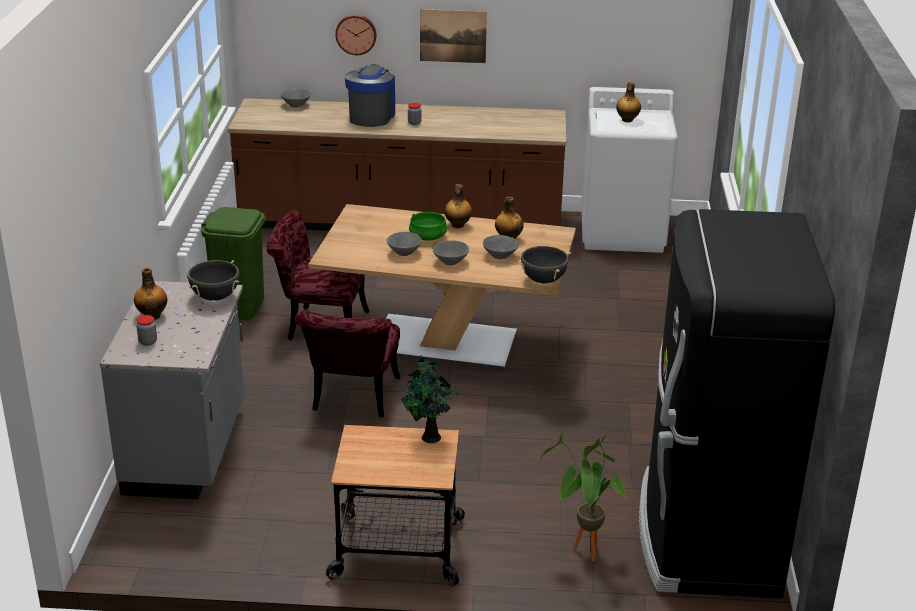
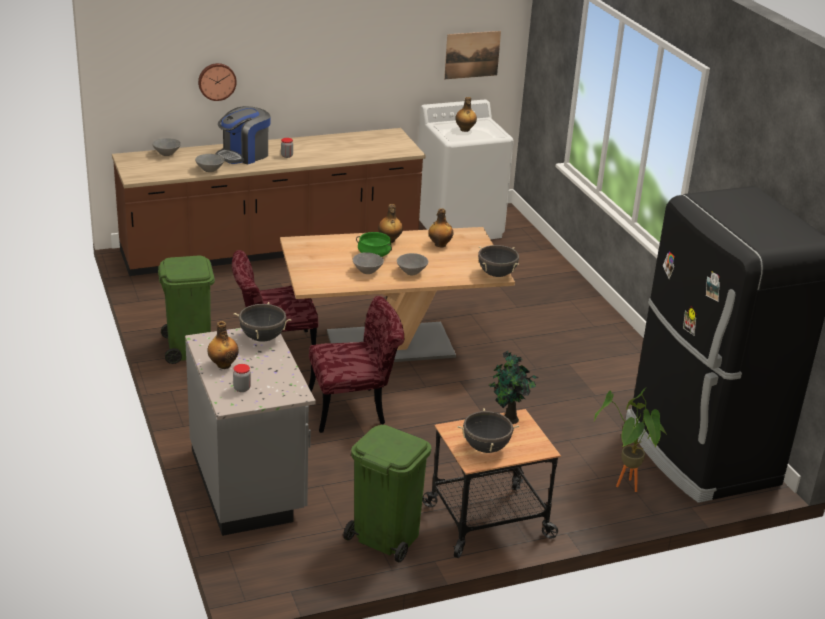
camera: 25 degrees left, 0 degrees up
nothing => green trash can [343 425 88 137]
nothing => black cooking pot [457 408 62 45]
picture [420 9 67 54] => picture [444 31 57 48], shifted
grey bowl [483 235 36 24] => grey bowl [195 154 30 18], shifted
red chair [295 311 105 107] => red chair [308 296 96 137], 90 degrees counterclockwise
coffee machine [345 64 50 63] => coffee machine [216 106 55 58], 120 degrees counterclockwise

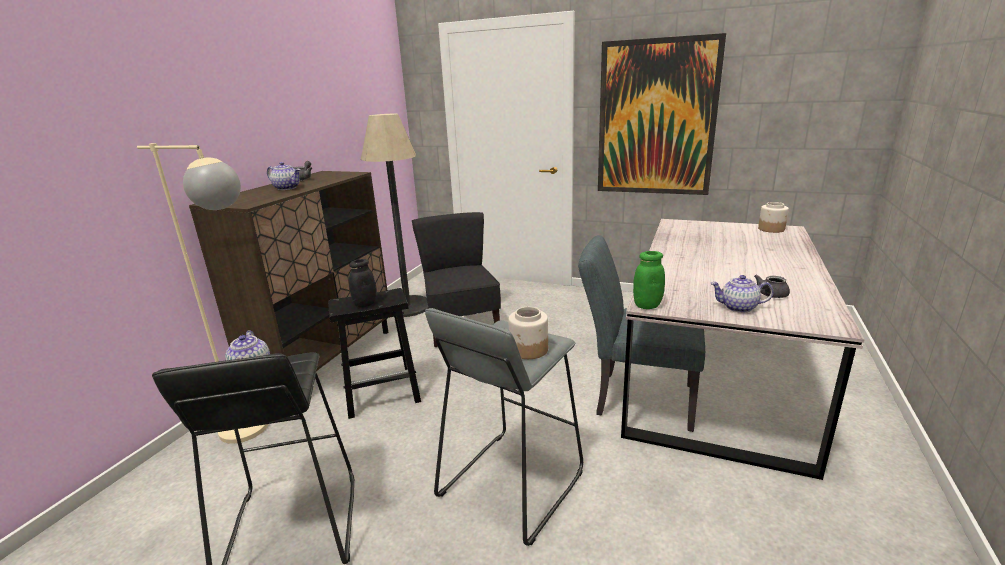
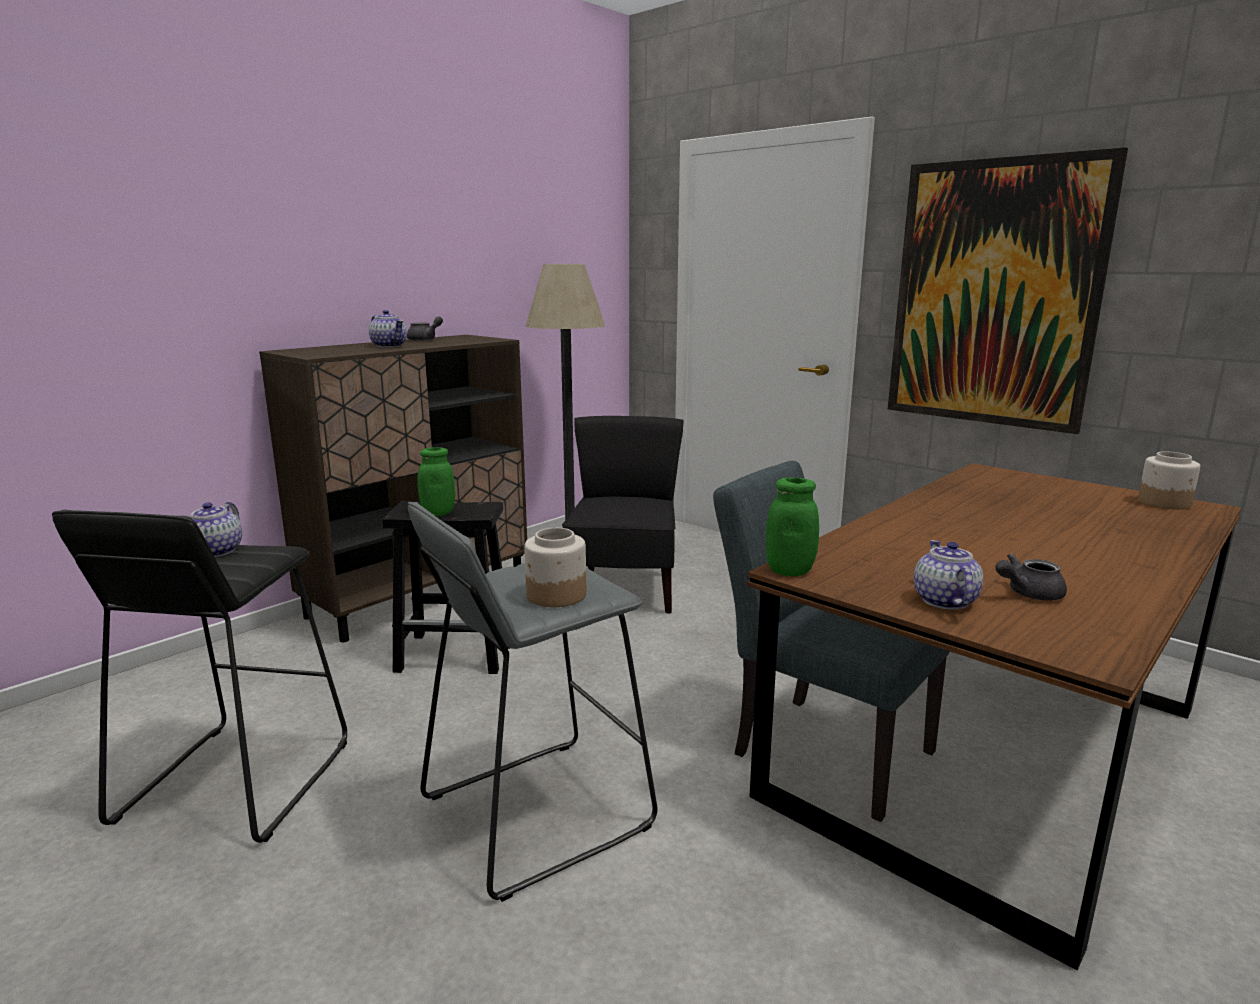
camera: 20 degrees right, 5 degrees down
beige floor lamp [137 143 132 301] => nothing
black jar [349 259 27 48] => green jar [417 447 38 69]
grey dining table [621 219 244 261] => brown dining table [747 463 494 507]
teapot [711 275 63 38] => teapot [914 540 69 70], 60 degrees clockwise

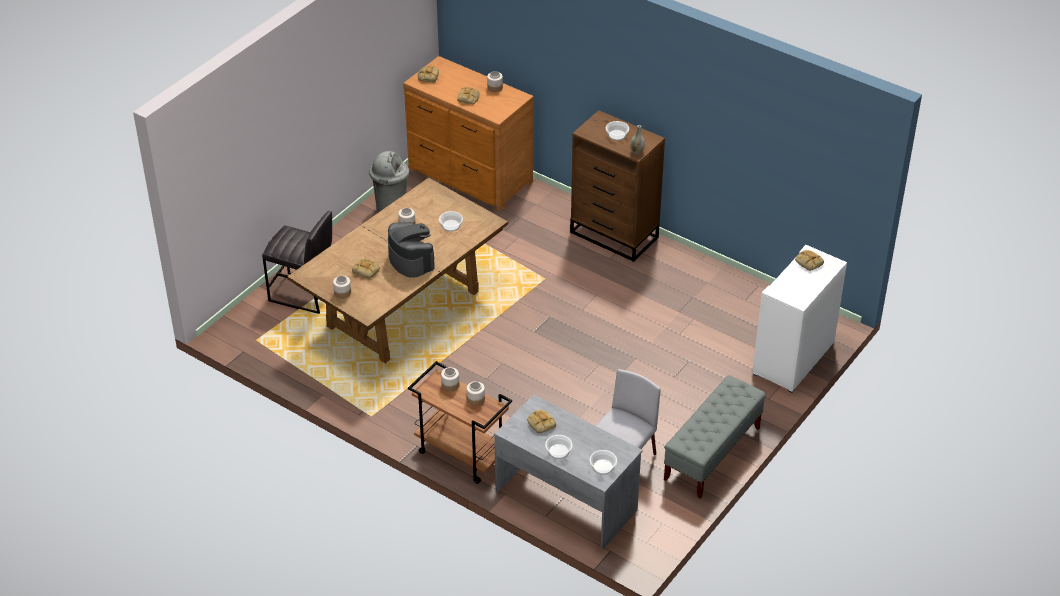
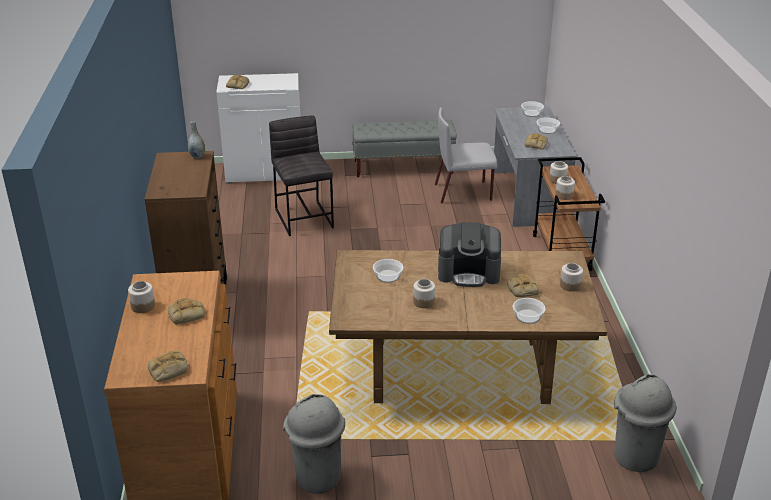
camera: 130 degrees left, 10 degrees down
nothing => grey trash can [614 374 62 98]
grey stool [262 211 70 103] => grey stool [269 115 65 121], shifted
bowl [606 121 23 20] => bowl [513 298 33 26], shifted
coffee machine [388 222 47 56] => coffee machine [438 222 63 65], 105 degrees counterclockwise

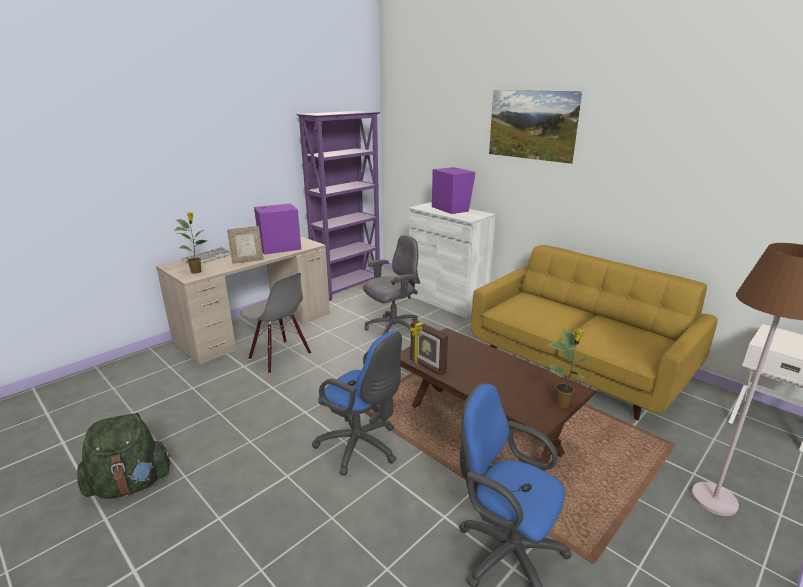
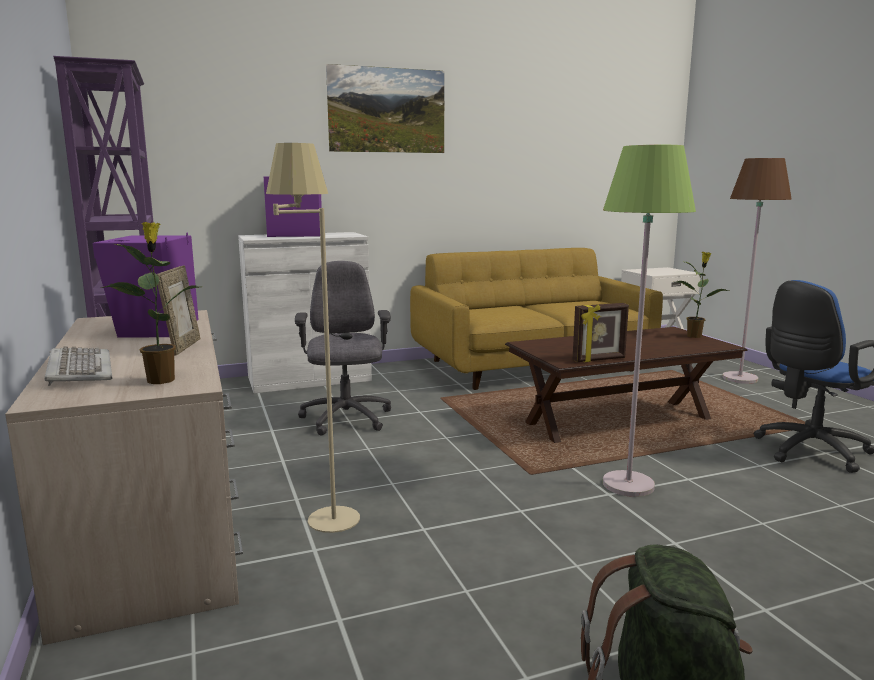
camera: 65 degrees left, 10 degrees down
grey chair [240 273 71 101] => beige floor lamp [266 143 94 390]
blue office chair [312 331 90 145] => green floor lamp [603 145 93 352]

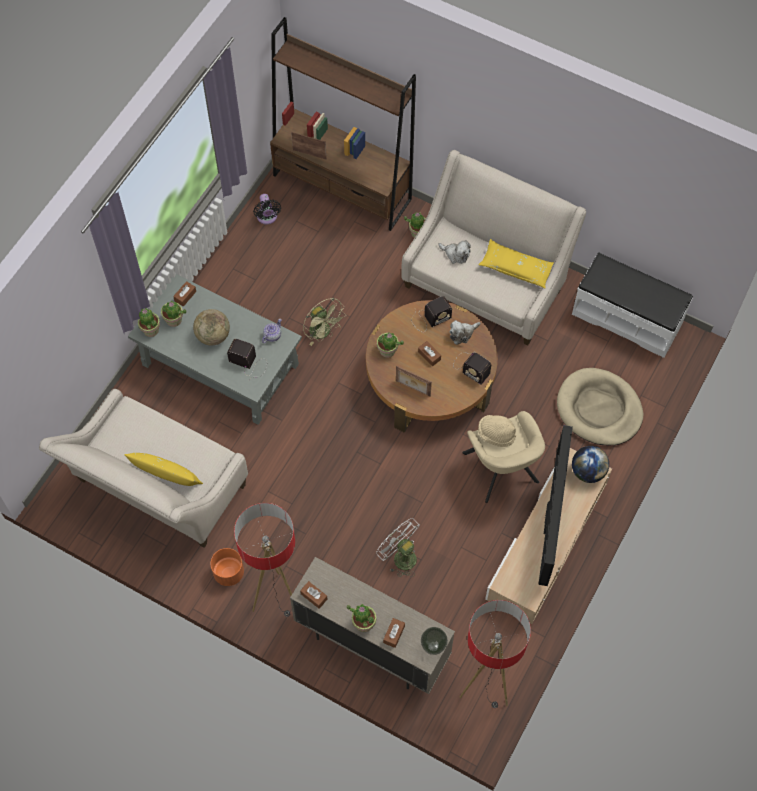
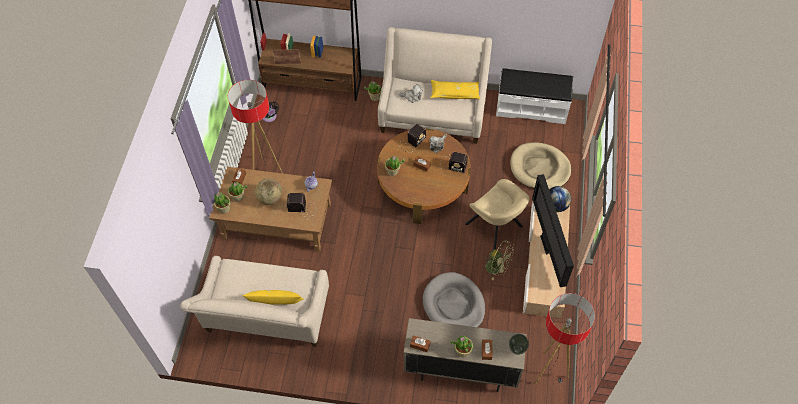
camera: 20 degrees left, 5 degrees down
orange planter [210 548 34 38] => nothing
picture frame [396 366 36 30] => nothing
beige hat [478 415 38 32] => nothing
floor lamp [234 503 61 114] => floor lamp [228 80 54 93], shifted
green fan [303 298 43 48] => green fan [485 240 29 41], shifted
white fan [376 518 44 59] => grey dog bed [423 272 62 55]
grey coffee table [128 274 174 151] => brown coffee table [209 167 123 85]

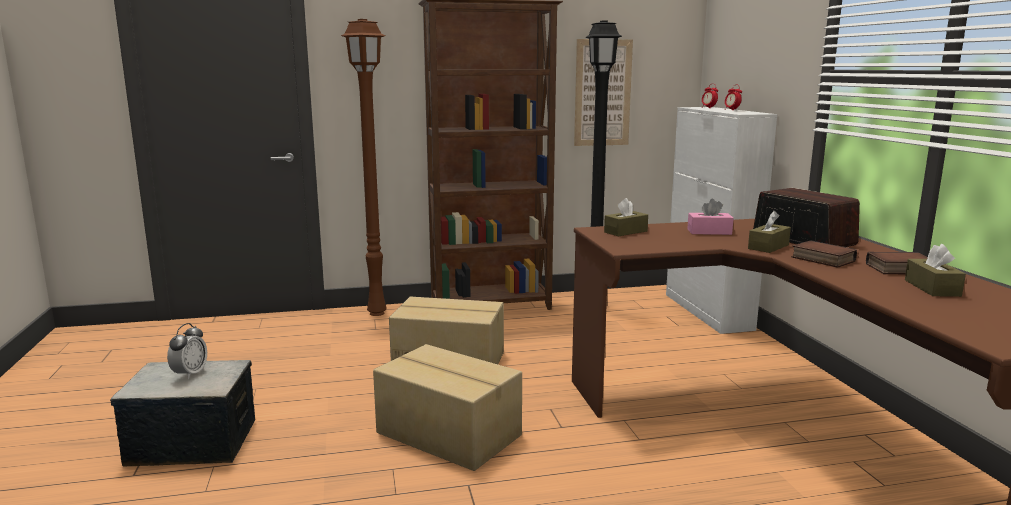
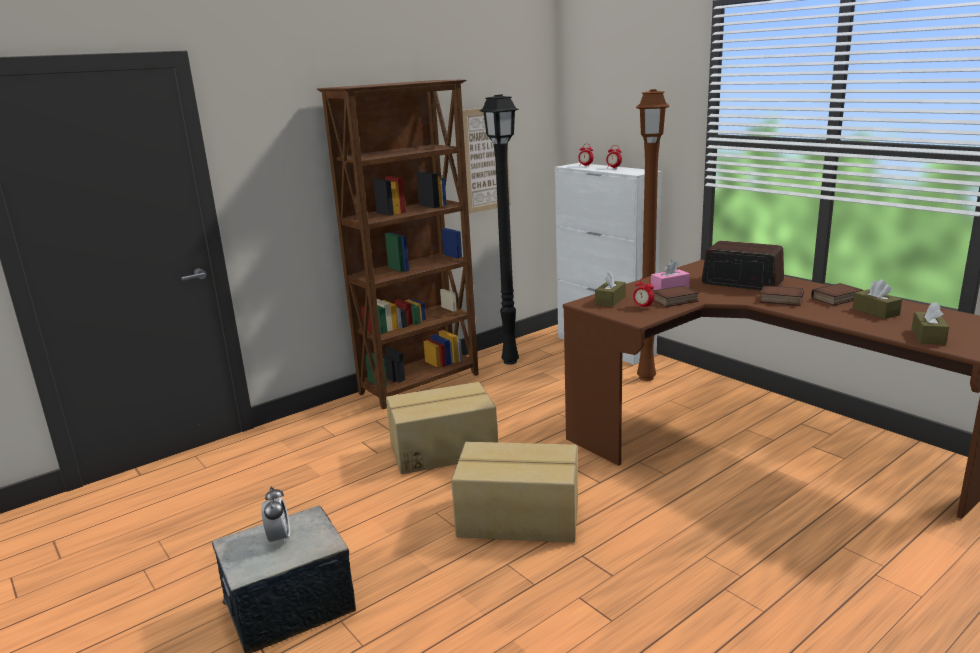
camera: 25 degrees left, 5 degrees up
nothing => alarm clock [633 278 21 32]
nothing => book [653 286 46 21]
brown floor lamp [341 19 46 297] => brown floor lamp [636 89 33 292], shifted
brown tissue box [748 211 43 42] => brown tissue box [912 302 37 43], shifted

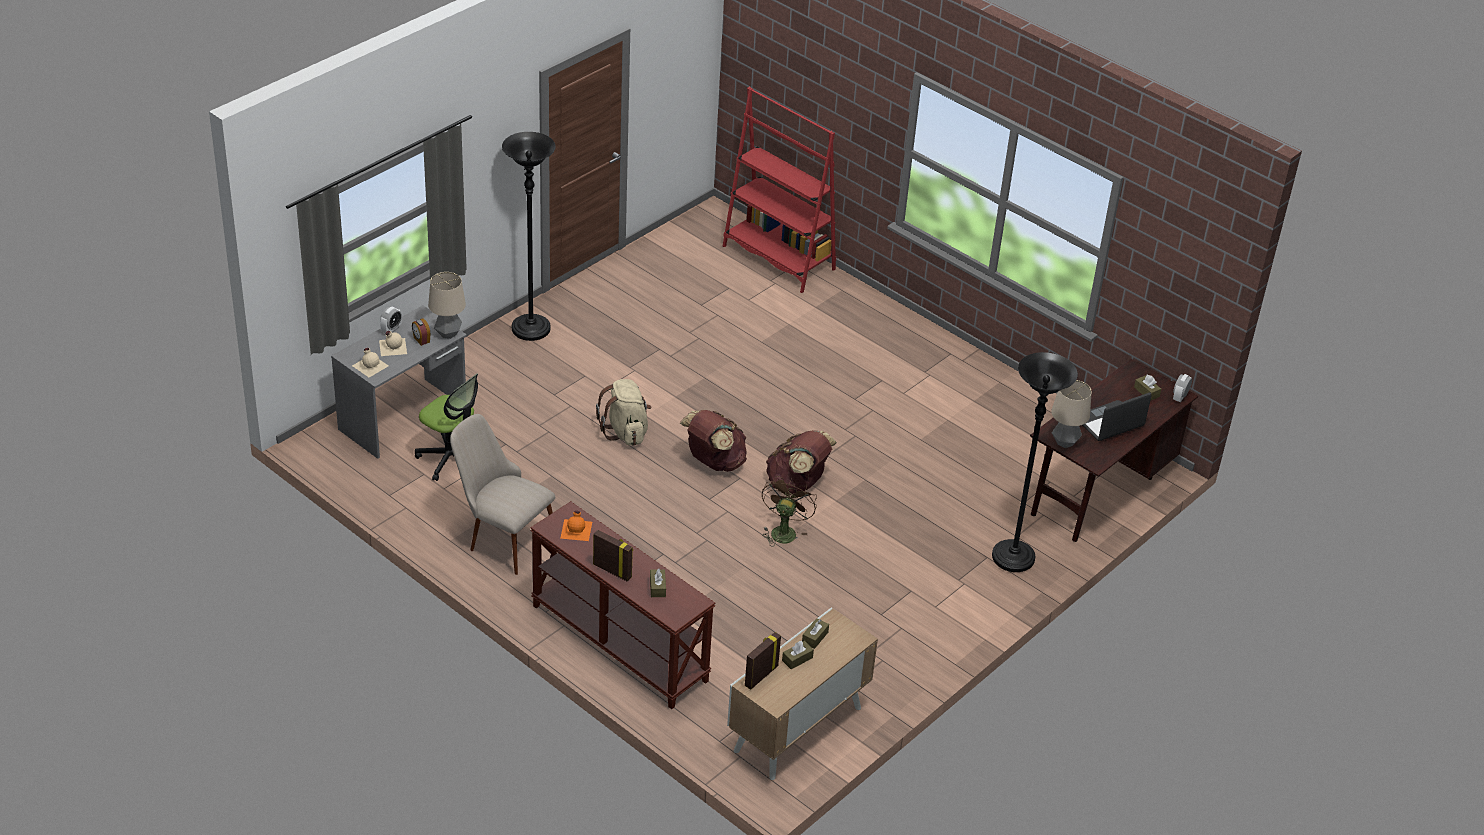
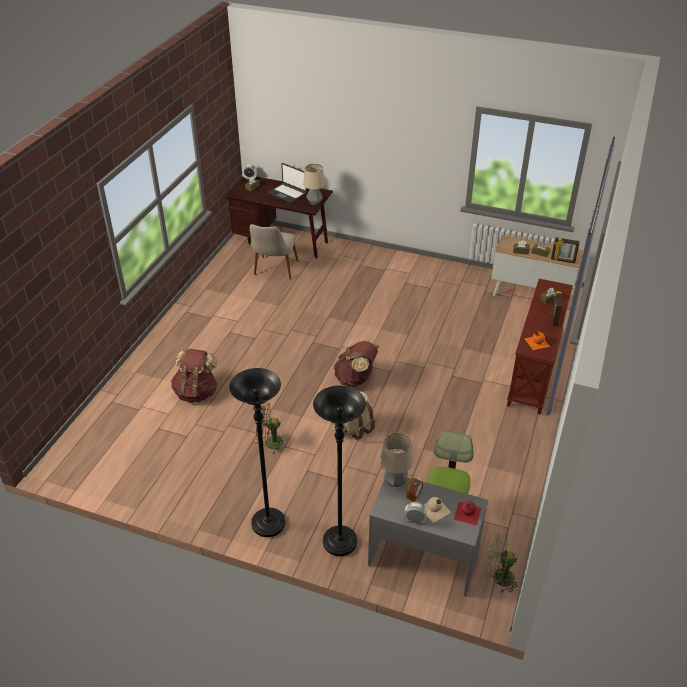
camera: 110 degrees left, 0 degrees up
red bookcase [723 87 113 206] => nothing
nothing => green fan [486 533 34 60]
beige chair [450 414 105 161] => beige chair [250 224 48 55], shifted
brown fan [762 476 55 71] => brown fan [256 403 33 51], shifted
brown backpack [766 430 71 65] => brown backpack [171 349 47 54], shifted
black floor lamp [992 352 86 220] => black floor lamp [313 385 53 171], shifted
beige bottle [352 348 36 29] => red bottle [454 501 27 25]

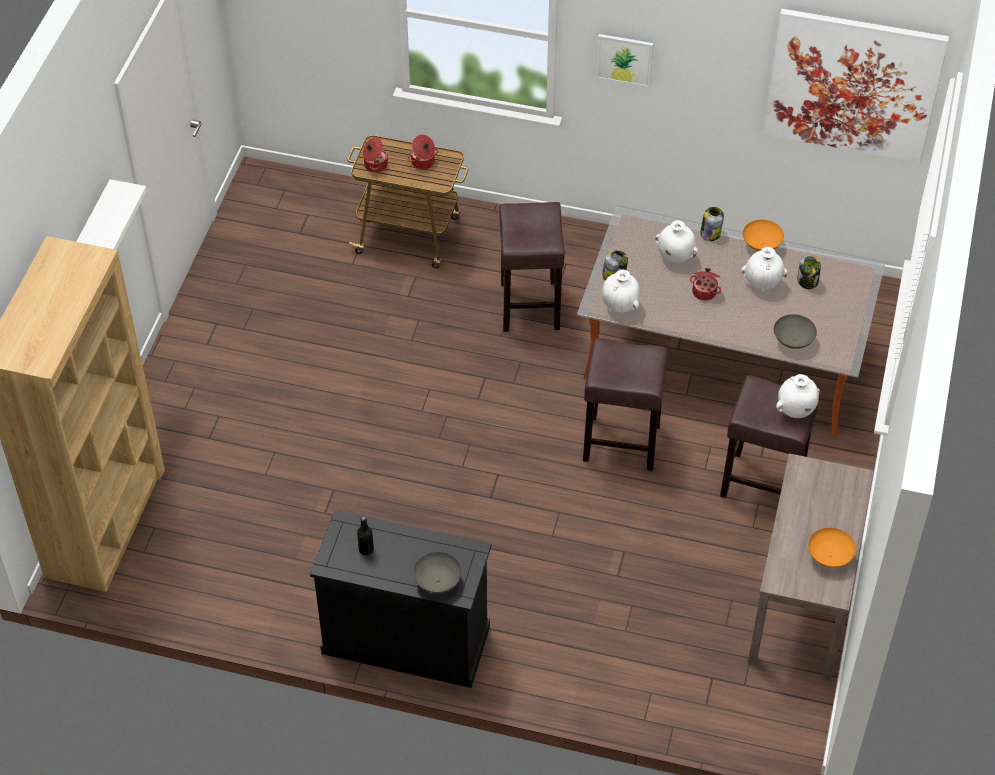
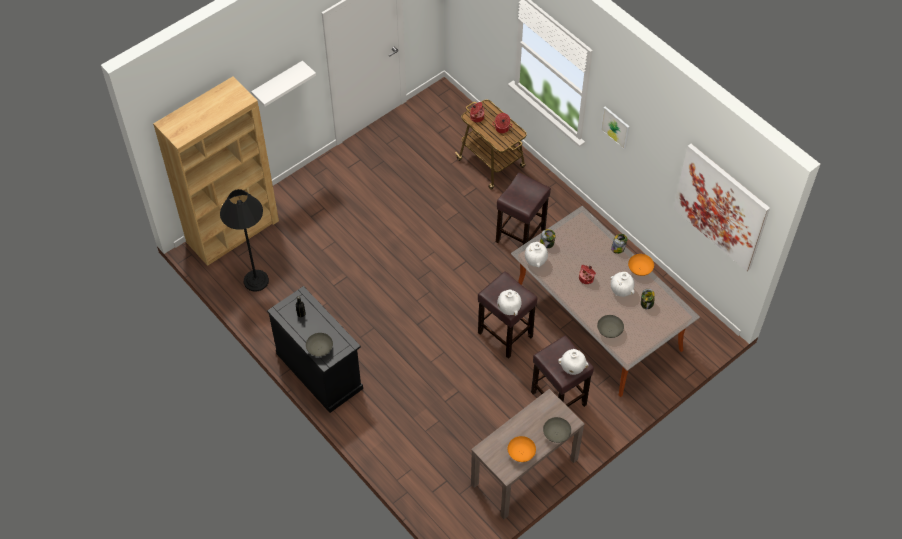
camera: 35 degrees right, 5 degrees up
nothing => black floor lamp [220 189 49 103]
nothing => grey bowl [543 417 28 26]
white vase [655 220 43 43] => white vase [497 289 24 27], shifted

